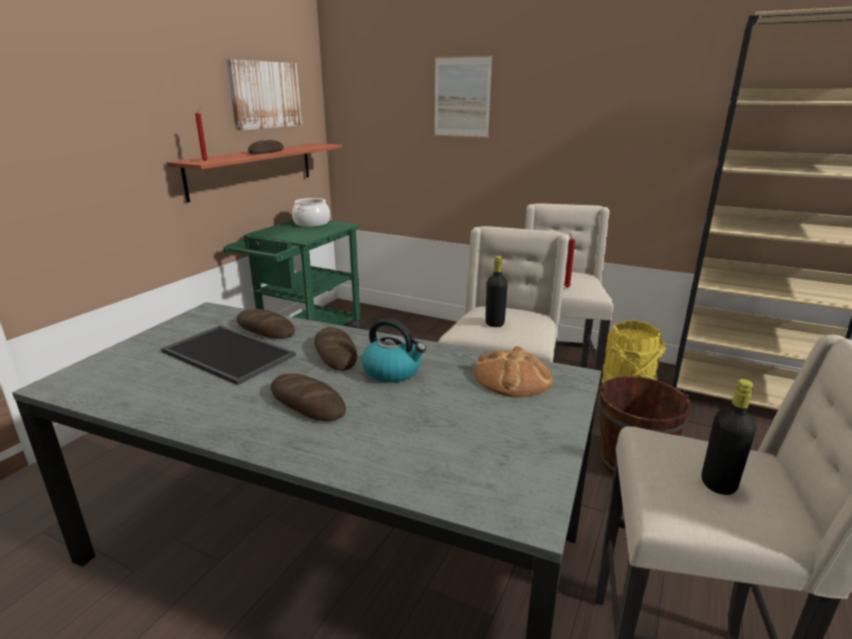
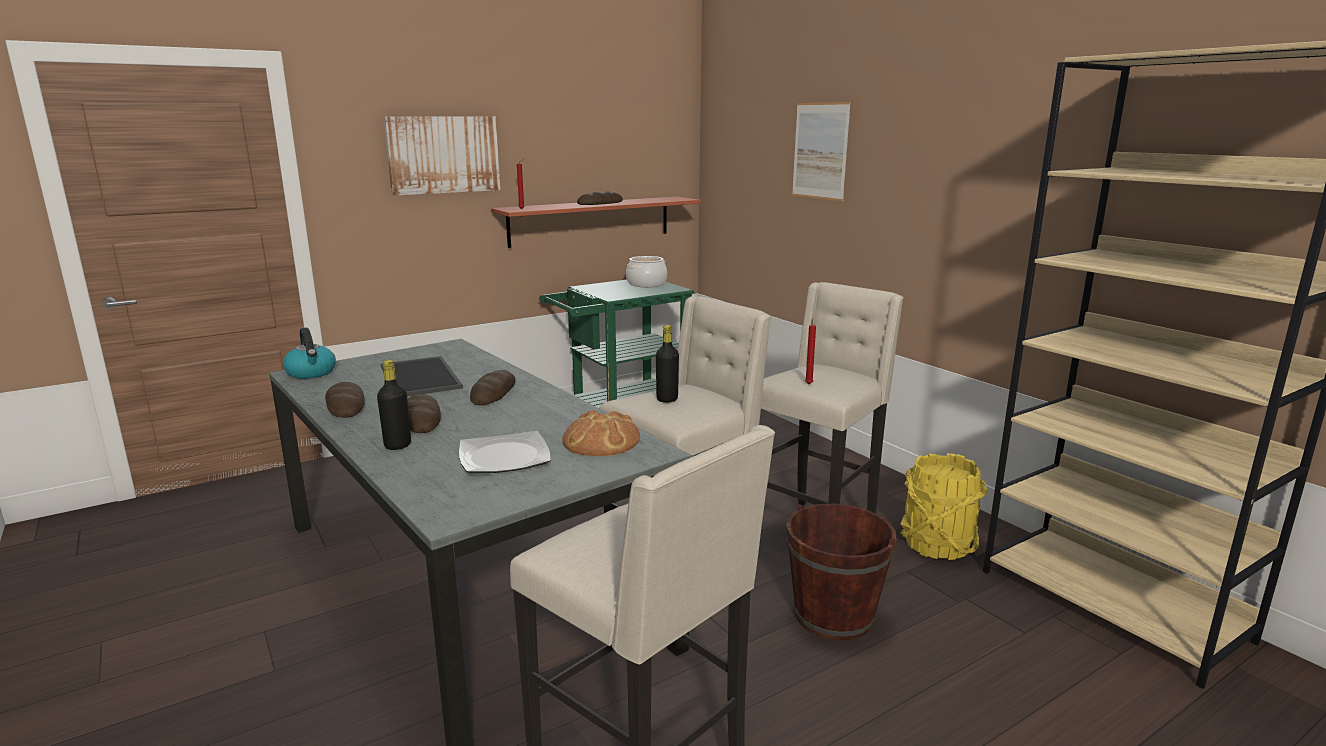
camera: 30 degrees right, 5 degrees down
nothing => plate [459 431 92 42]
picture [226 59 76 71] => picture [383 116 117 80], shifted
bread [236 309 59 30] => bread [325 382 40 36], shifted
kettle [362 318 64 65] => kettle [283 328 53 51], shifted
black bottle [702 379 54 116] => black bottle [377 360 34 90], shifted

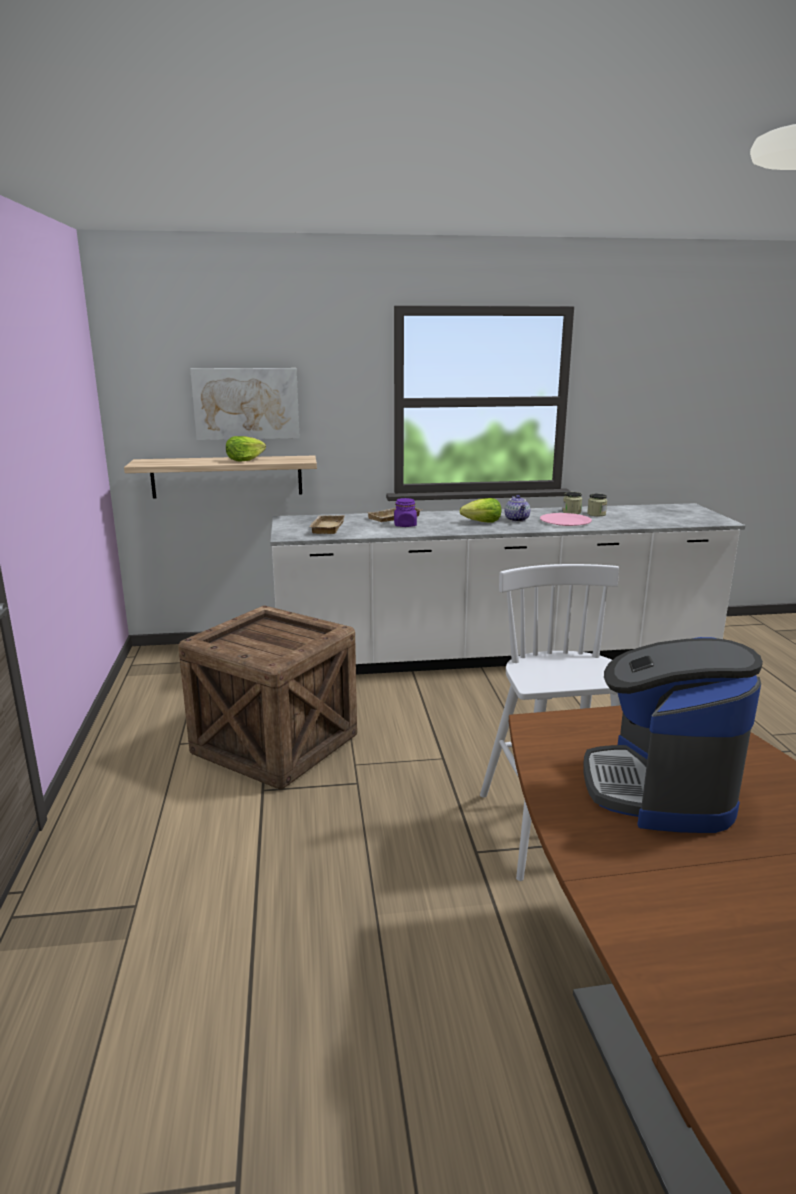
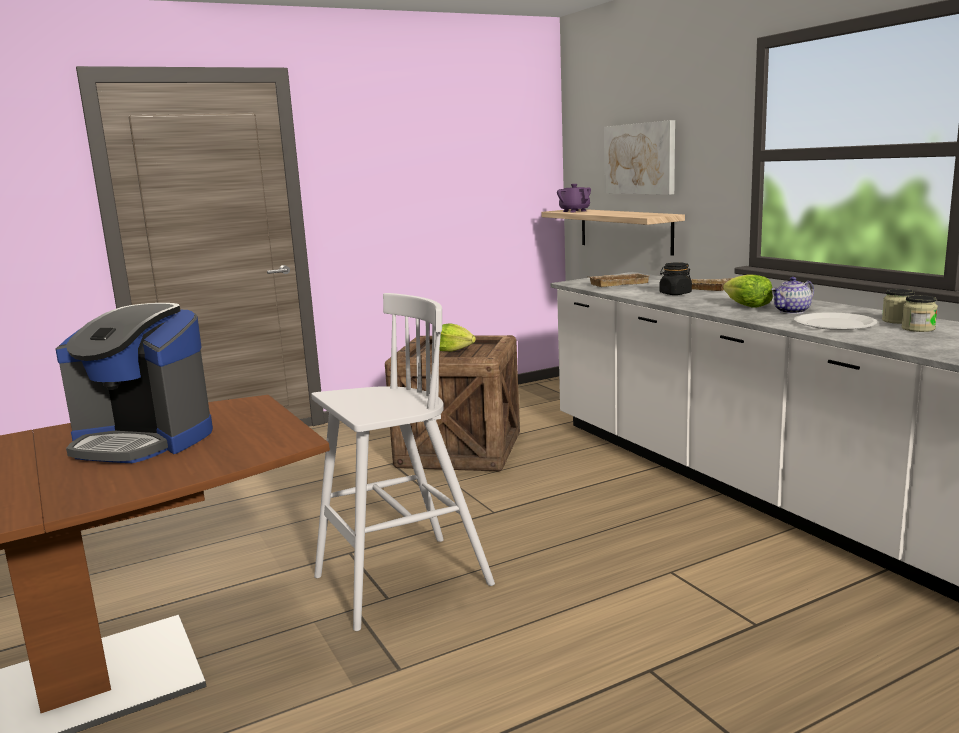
camera: 70 degrees right, 5 degrees down
nothing => purple teapot [557 184 34 28]
lettuce [226 436 40 25] => lettuce [439 324 37 28], shifted
purple jar [394 498 23 29] => black jar [659 262 33 33]
pink plate [540 513 52 13] => white plate [794 312 83 18]
coffee machine [583 637 180 196] => coffee machine [56 303 157 160], 150 degrees counterclockwise

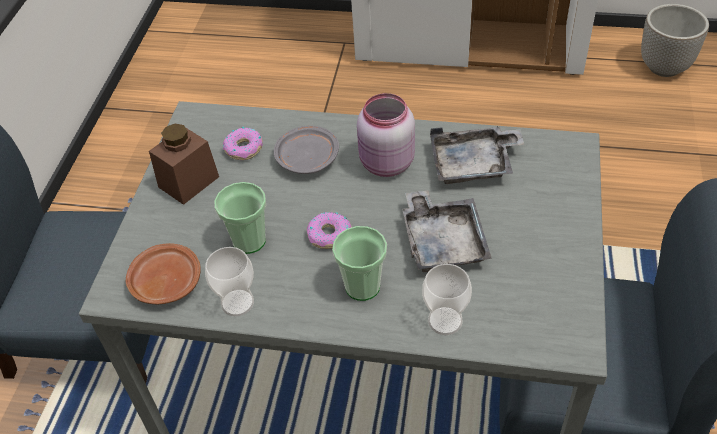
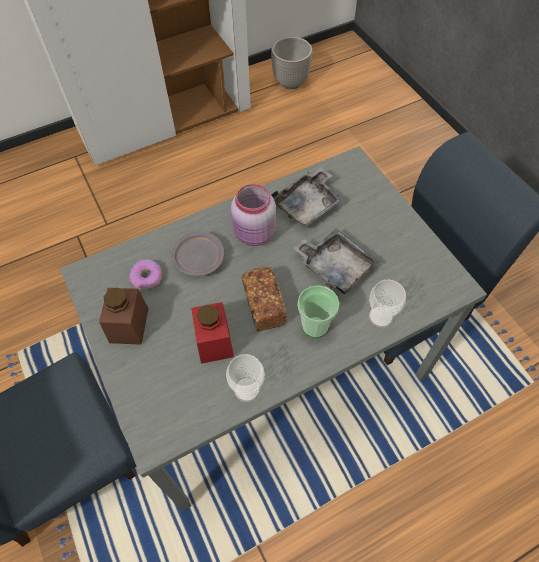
camera: 40 degrees left, 10 degrees up
brown plate [126 243 75 62] => nothing
cup [214 182 52 72] => red jar [191 302 43 62]
donut [307 212 45 37] => bread [242 267 45 64]

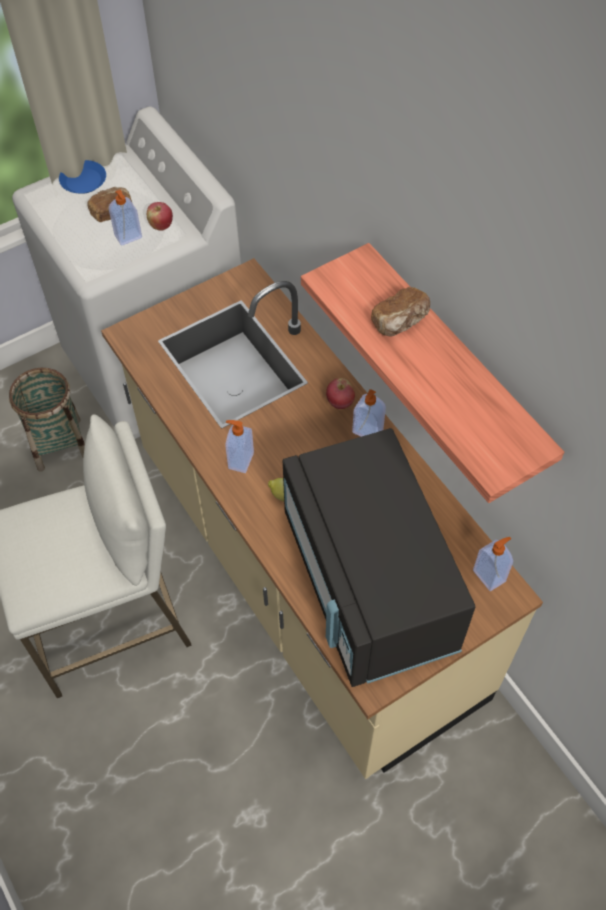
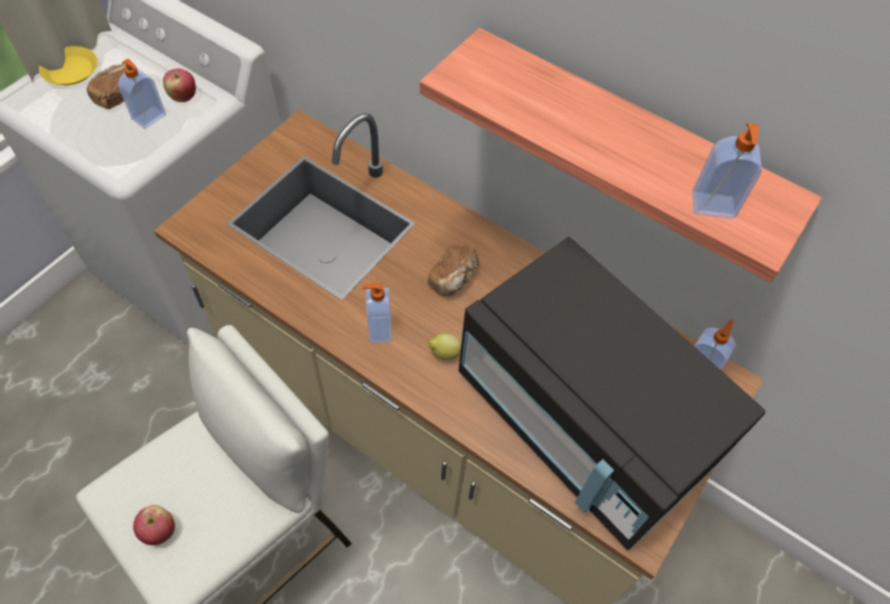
camera: 25 degrees left, 0 degrees up
basket [9 368 76 104] => nothing
apple [326 378 29 31] => apple [133 505 42 40], shifted
soap dispenser [352 389 34 48] => soap dispenser [692 123 70 96], shifted
bread [371 287 59 50] => bread [428 243 51 53], shifted
blue plate [59 160 47 34] => yellow plate [39 46 59 39]

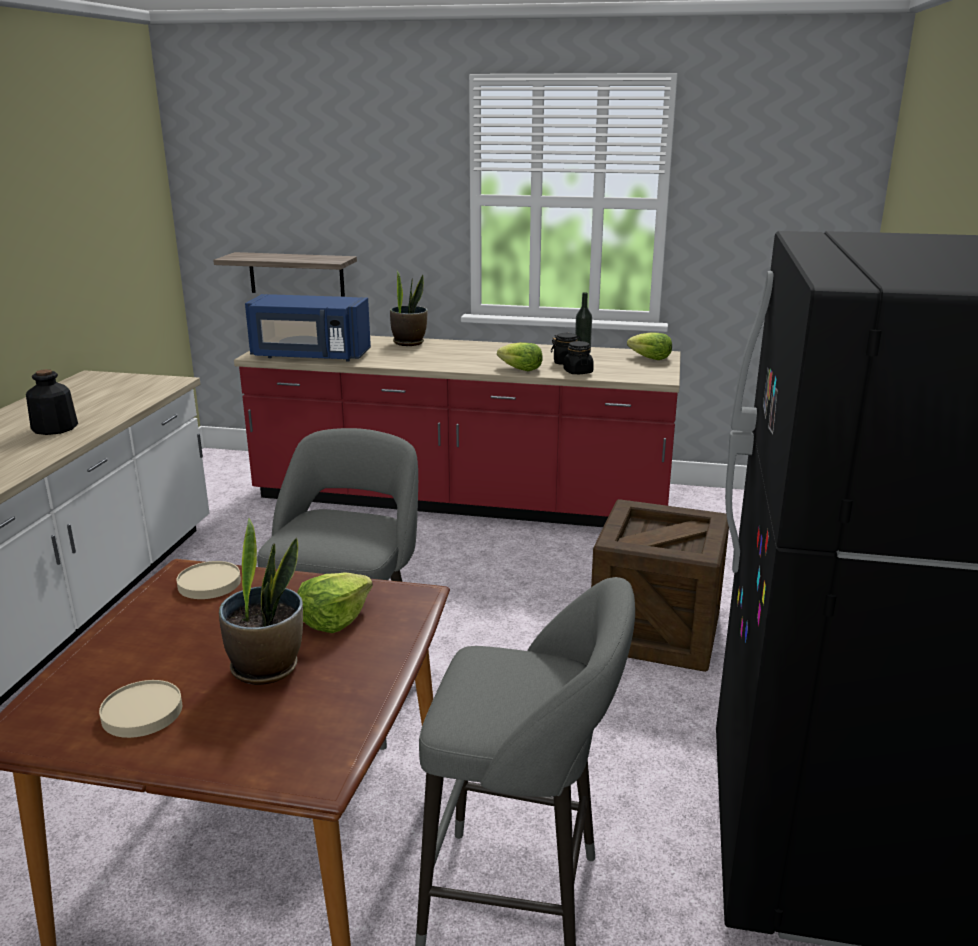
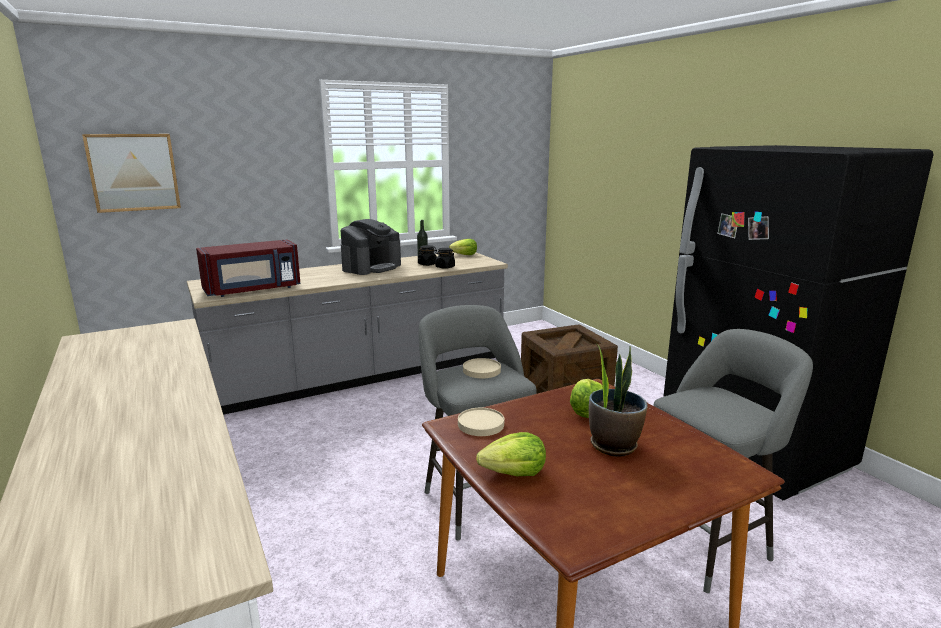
camera: 40 degrees left, 5 degrees down
bottle [26 369 52 66] => nothing
shelf [213 252 144 45] => nothing
potted plant [390 271 38 75] => nothing
nothing => picture [82 134 99 79]
nothing => coffee machine [341 219 60 56]
beige plate [99 680 83 58] => beige plate [463 358 38 20], shifted
lettuce [497 342 46 29] => lettuce [476 432 70 44], shifted
red counter [234 336 447 191] => grey counter [187 252 321 163]
blue microwave [245 294 126 68] => red microwave [196 239 105 58]

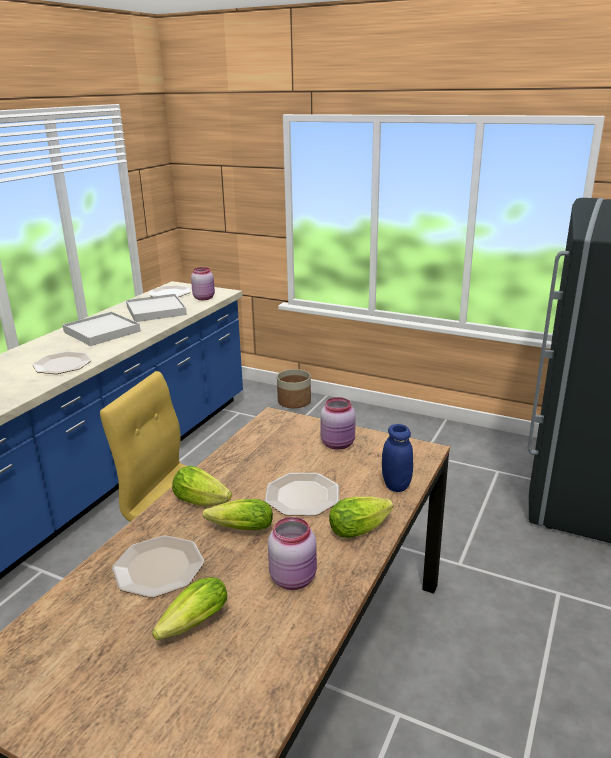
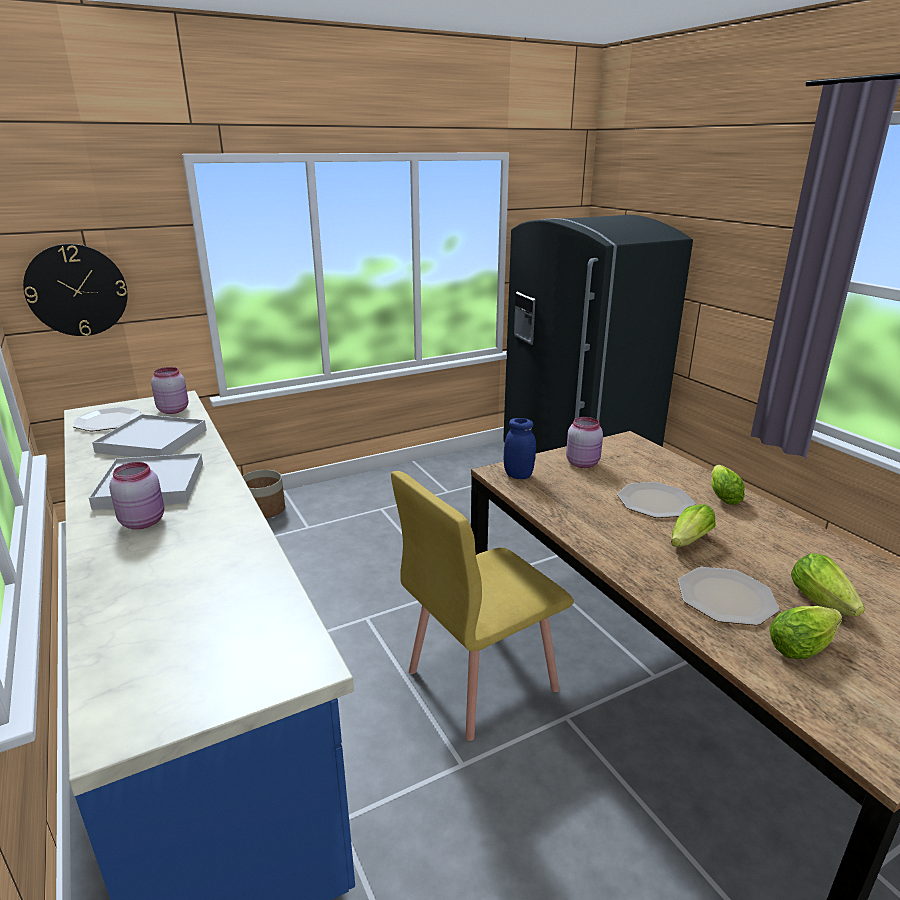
camera: 55 degrees left, 0 degrees up
plate [32 351 59 23] => nothing
nothing => wall clock [23 244 105 92]
lettuce [172 466 60 40] => lettuce [769 606 73 53], shifted
pink jar [268 517 49 73] => pink jar [109 462 55 67], shifted
blue jar [382 424 31 68] => blue jar [504 418 32 61], shifted

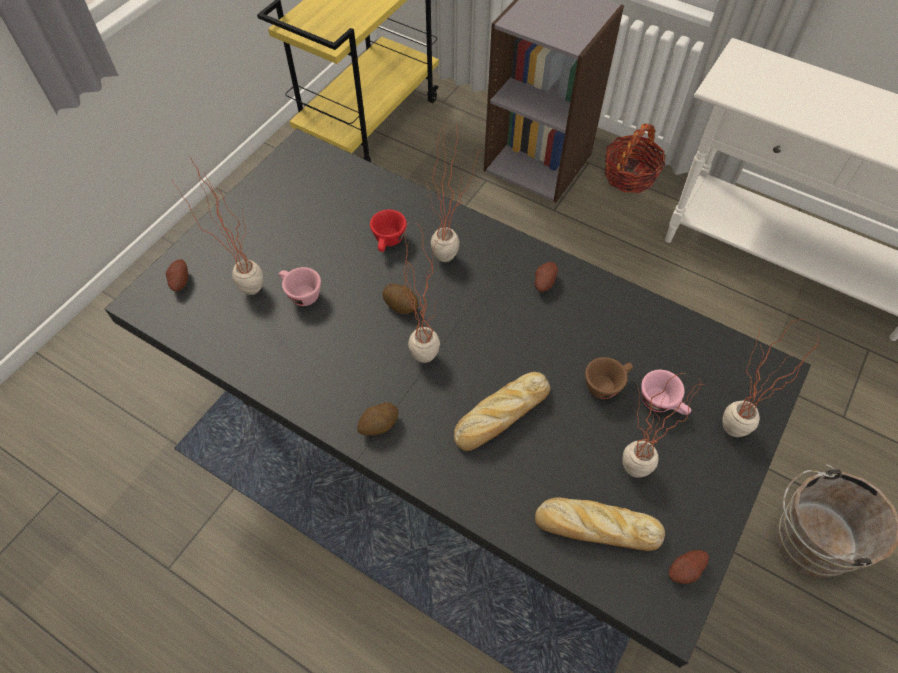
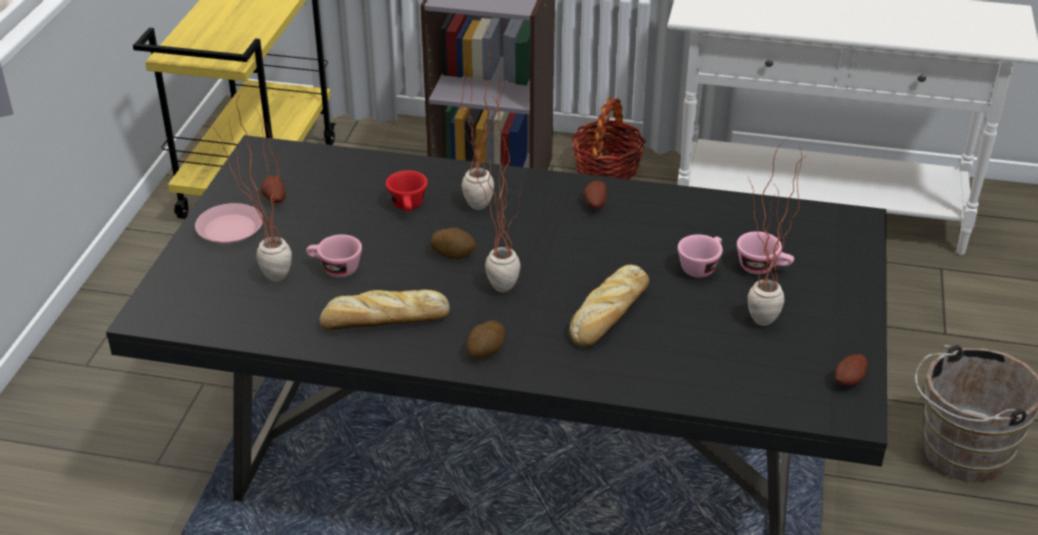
camera: 20 degrees left, 20 degrees down
potted plant [722 319 100 118] => nothing
nothing => pink plate [195 203 68 41]
potato [166 259 22 32] => potato [261 176 25 27], shifted
bread [535 497 130 54] => bread [319 290 131 40], shifted
brown cup [585 357 48 42] => pink cup [678 234 45 44]

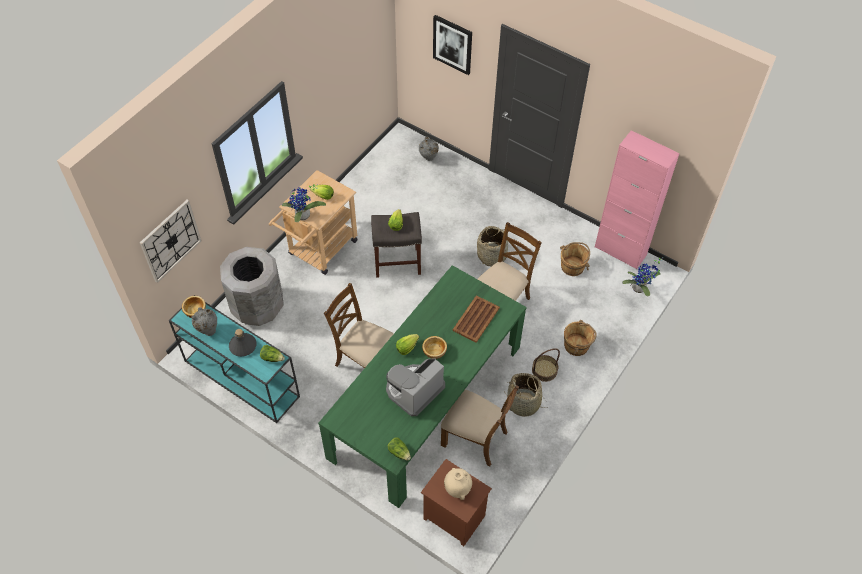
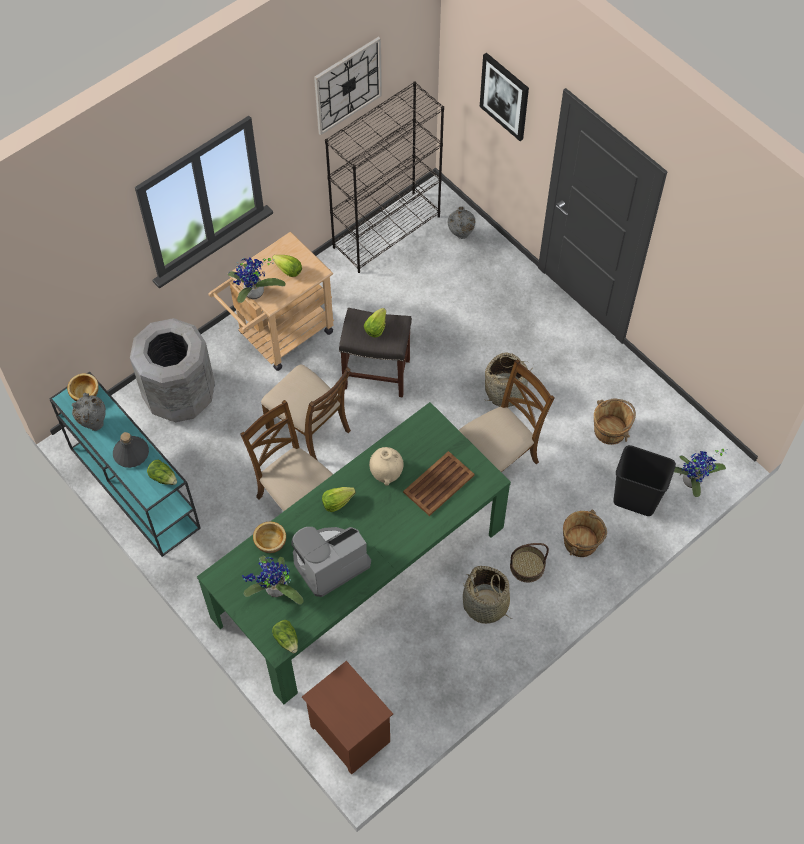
camera: 15 degrees right, 5 degrees up
pink cabinet [595 130 85 139] => nothing
nothing => potted plant [242 556 62 49]
nothing => black bookcase [325 81 119 192]
nothing => black trash can [613 445 63 71]
wall clock [140 200 62 83] => wall clock [314 36 68 99], shifted
bowl [422 336 25 23] => bowl [253 522 33 31], shifted
brown chair [441 385 78 81] => brown chair [261 364 90 97], shifted
beige vase [444 468 28 32] => beige vase [369 447 34 39], shifted

